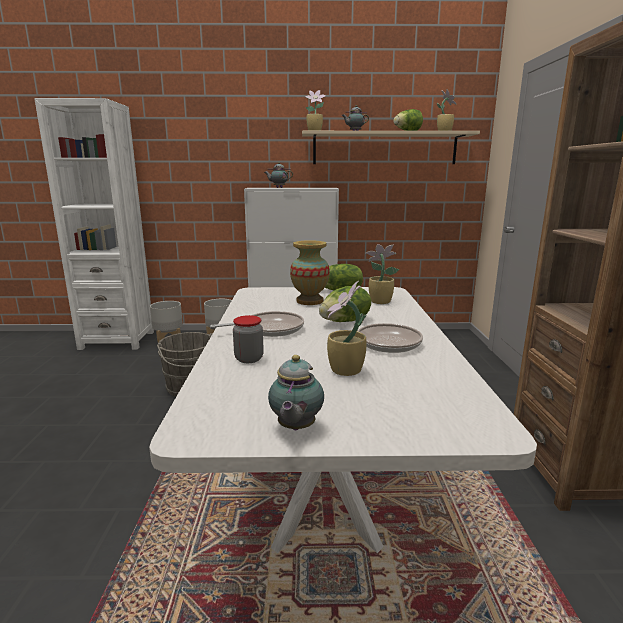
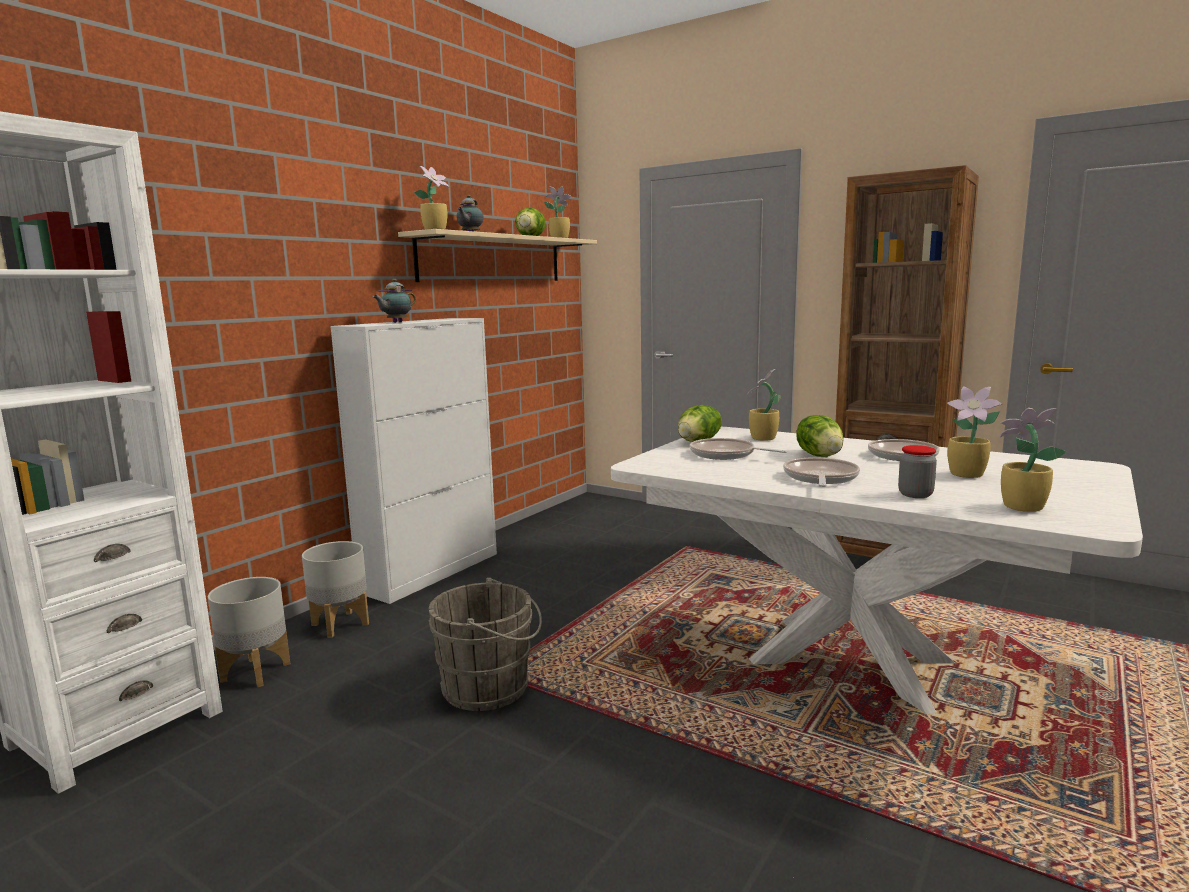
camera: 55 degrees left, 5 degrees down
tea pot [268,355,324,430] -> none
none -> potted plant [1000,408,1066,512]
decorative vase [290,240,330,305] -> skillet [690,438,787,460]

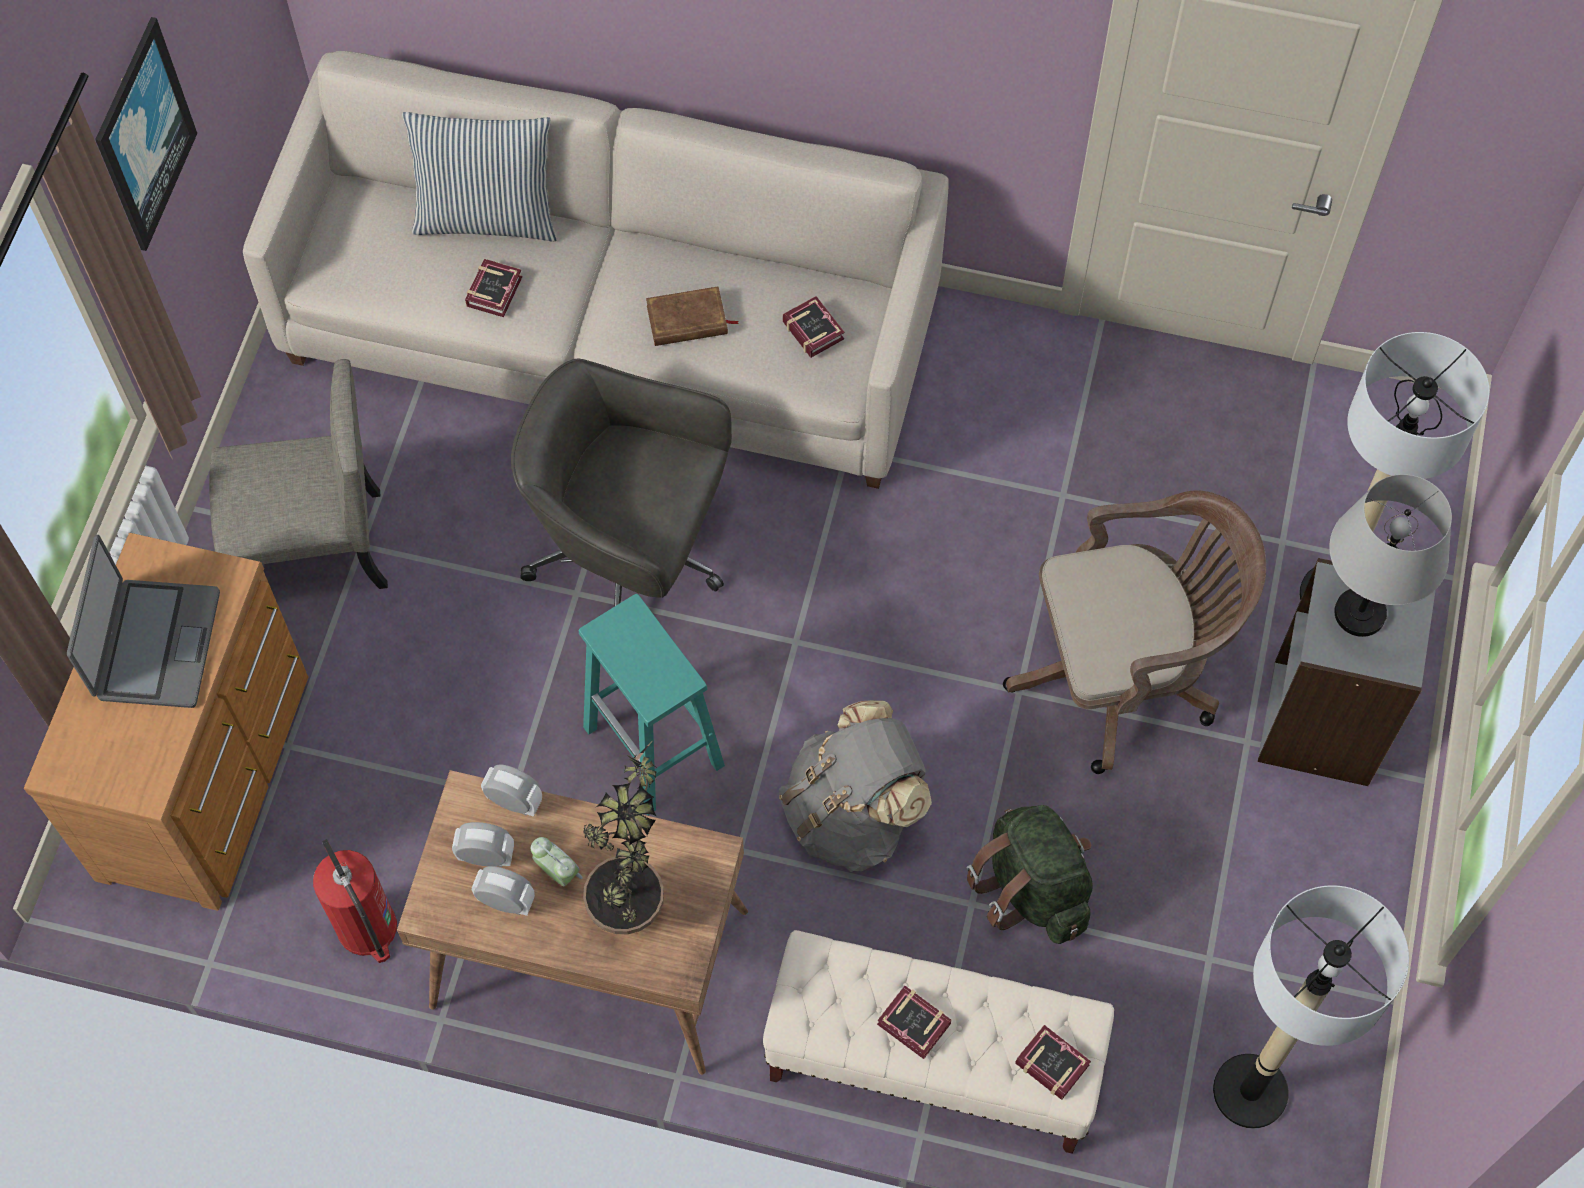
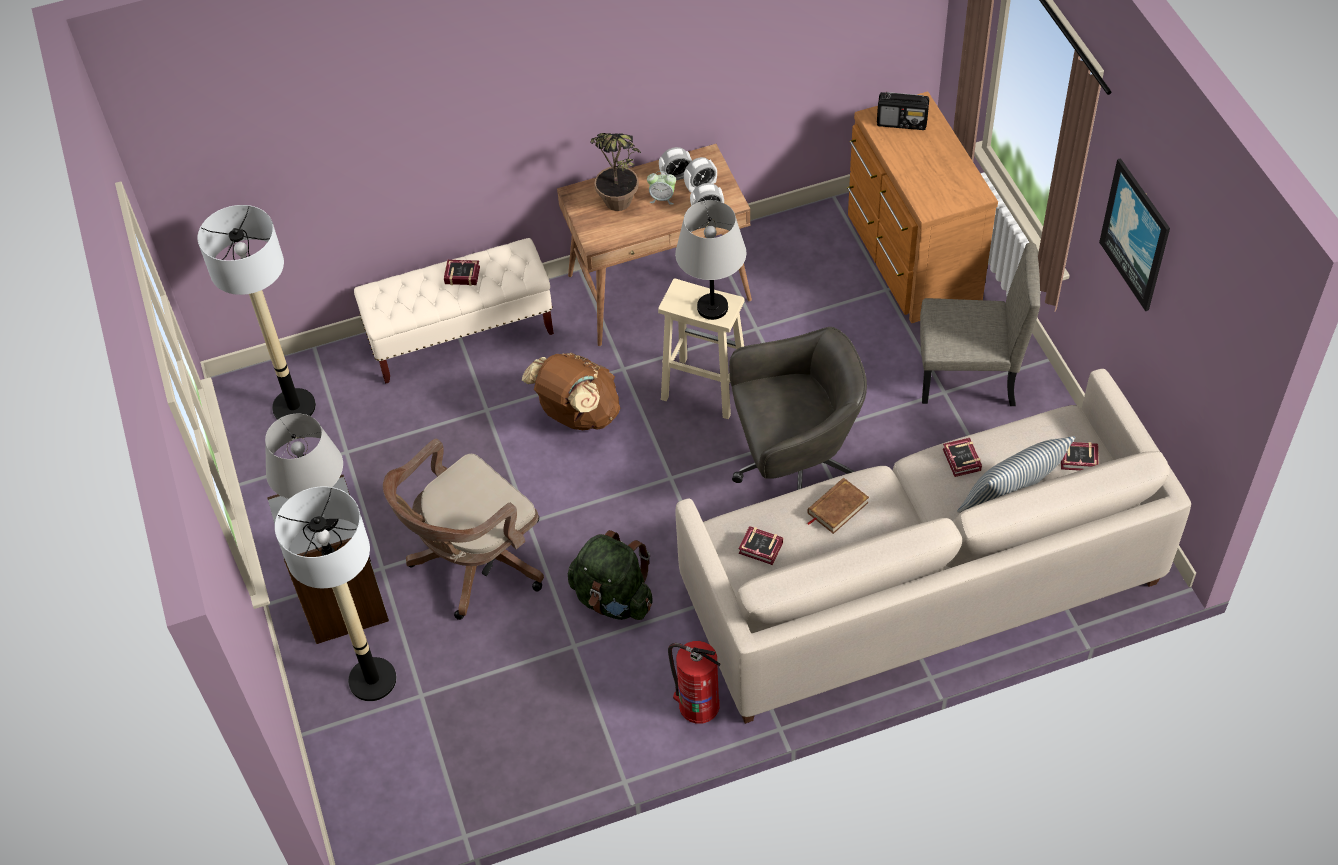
camera: 150 degrees right, 10 degrees down
laptop [67,535,220,708] -> none
none -> greyish lamp for a table [675,200,746,320]
none -> radio set [877,91,929,130]
fire extinguisher [313,839,397,963] -> fire extinguisher [668,641,720,724], shifted
green-coloured knapsack [966,805,1093,944] -> green-coloured knapsack [568,530,653,620], shifted
bound book [1015,1025,1091,1100] -> bound book [1061,442,1099,471], shifted
turquoise sitting stool [579,594,725,816] -> beige sitting stool [658,279,745,419]
greyish knapsack [779,700,932,872] -> brownish knapsack [522,353,621,430]
beige upright chair [209,359,388,589] -> beige upright chair [920,243,1040,406], 135 degrees counterclockwise

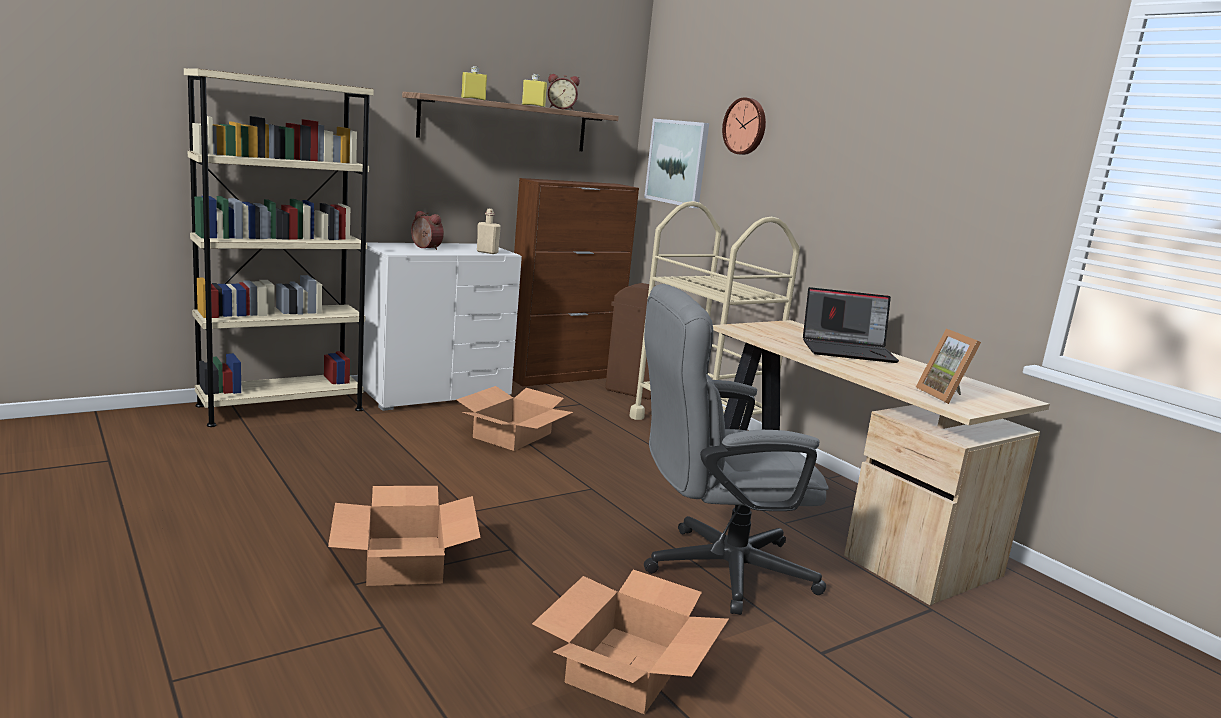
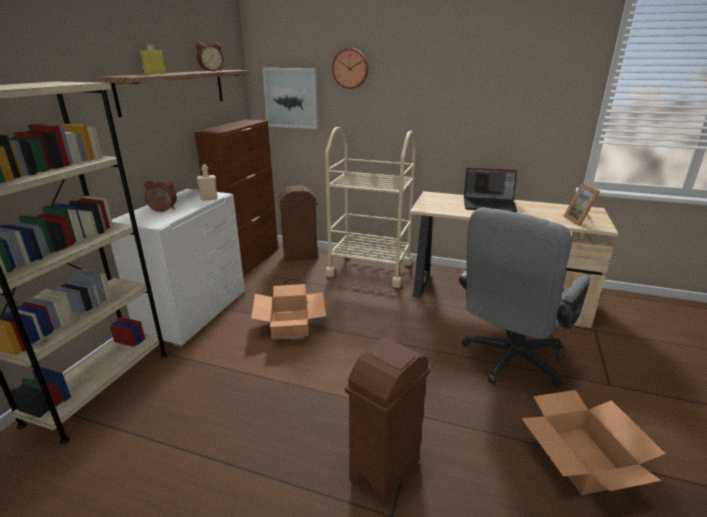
camera: 35 degrees left, 10 degrees up
yellowish bottle [522,74,547,107] -> none
cardboard box [328,486,481,586] -> brownish rubbish bin [345,338,431,504]
laptop [803,287,899,363] -> laptop [464,168,518,212], 45 degrees clockwise
picture frame [916,328,981,404] -> picture frame [563,183,600,226], 45 degrees clockwise

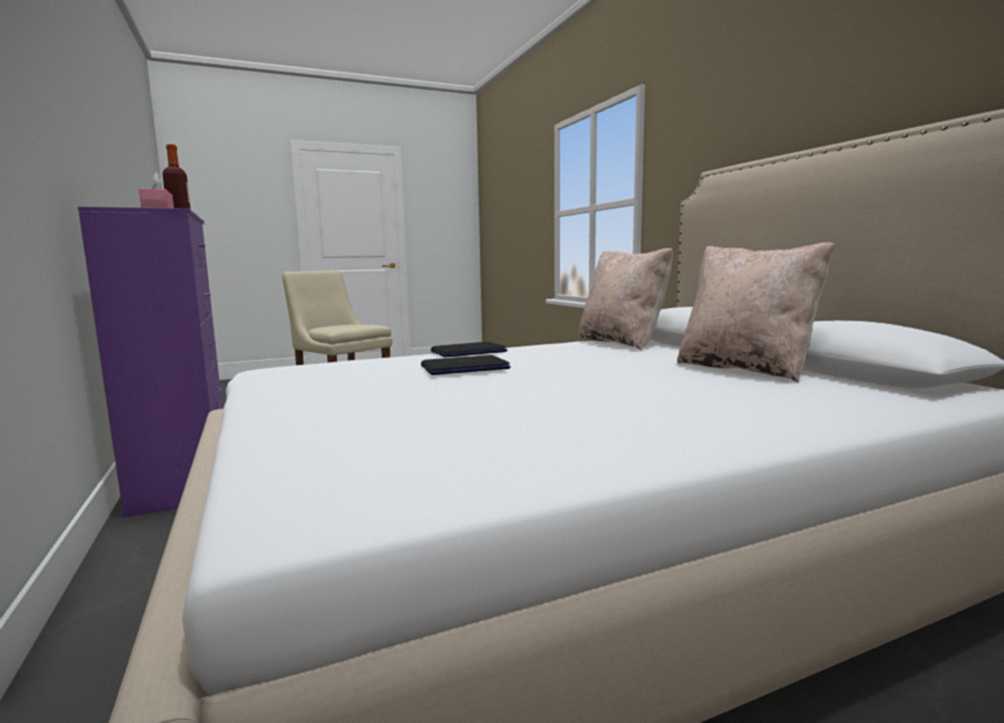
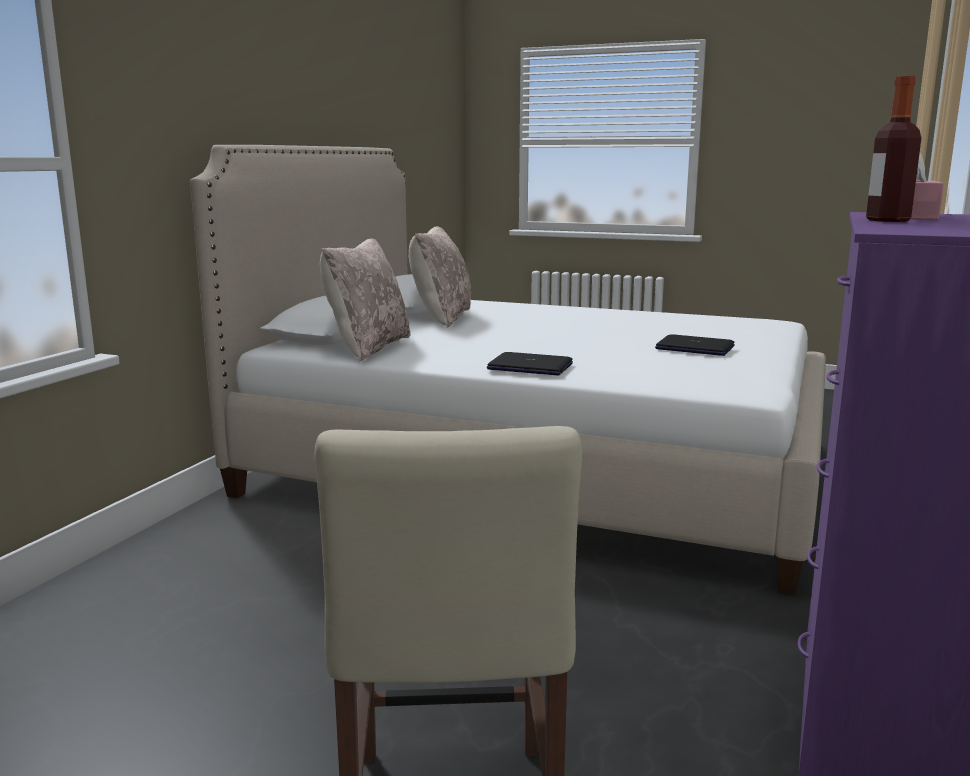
camera: 135 degrees left, 5 degrees up
laptop [421,355,511,375] -> laptop [655,334,735,356], shifted

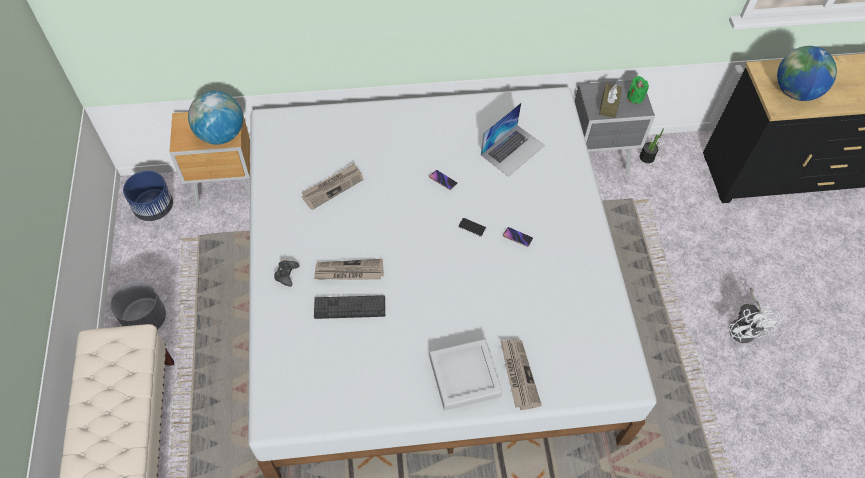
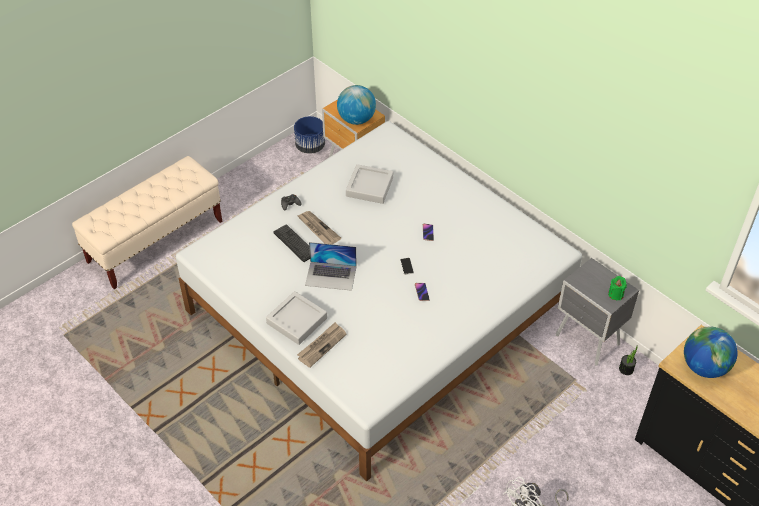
camera: 55 degrees right, 10 degrees down
greyish plant pot [110,281,166,330] -> none
brownish tissue holder [599,84,622,118] -> none
laptop [481,103,545,177] -> laptop [305,242,357,291], shifted
printed paper [302,163,364,210] -> greyish tray [346,164,393,204]

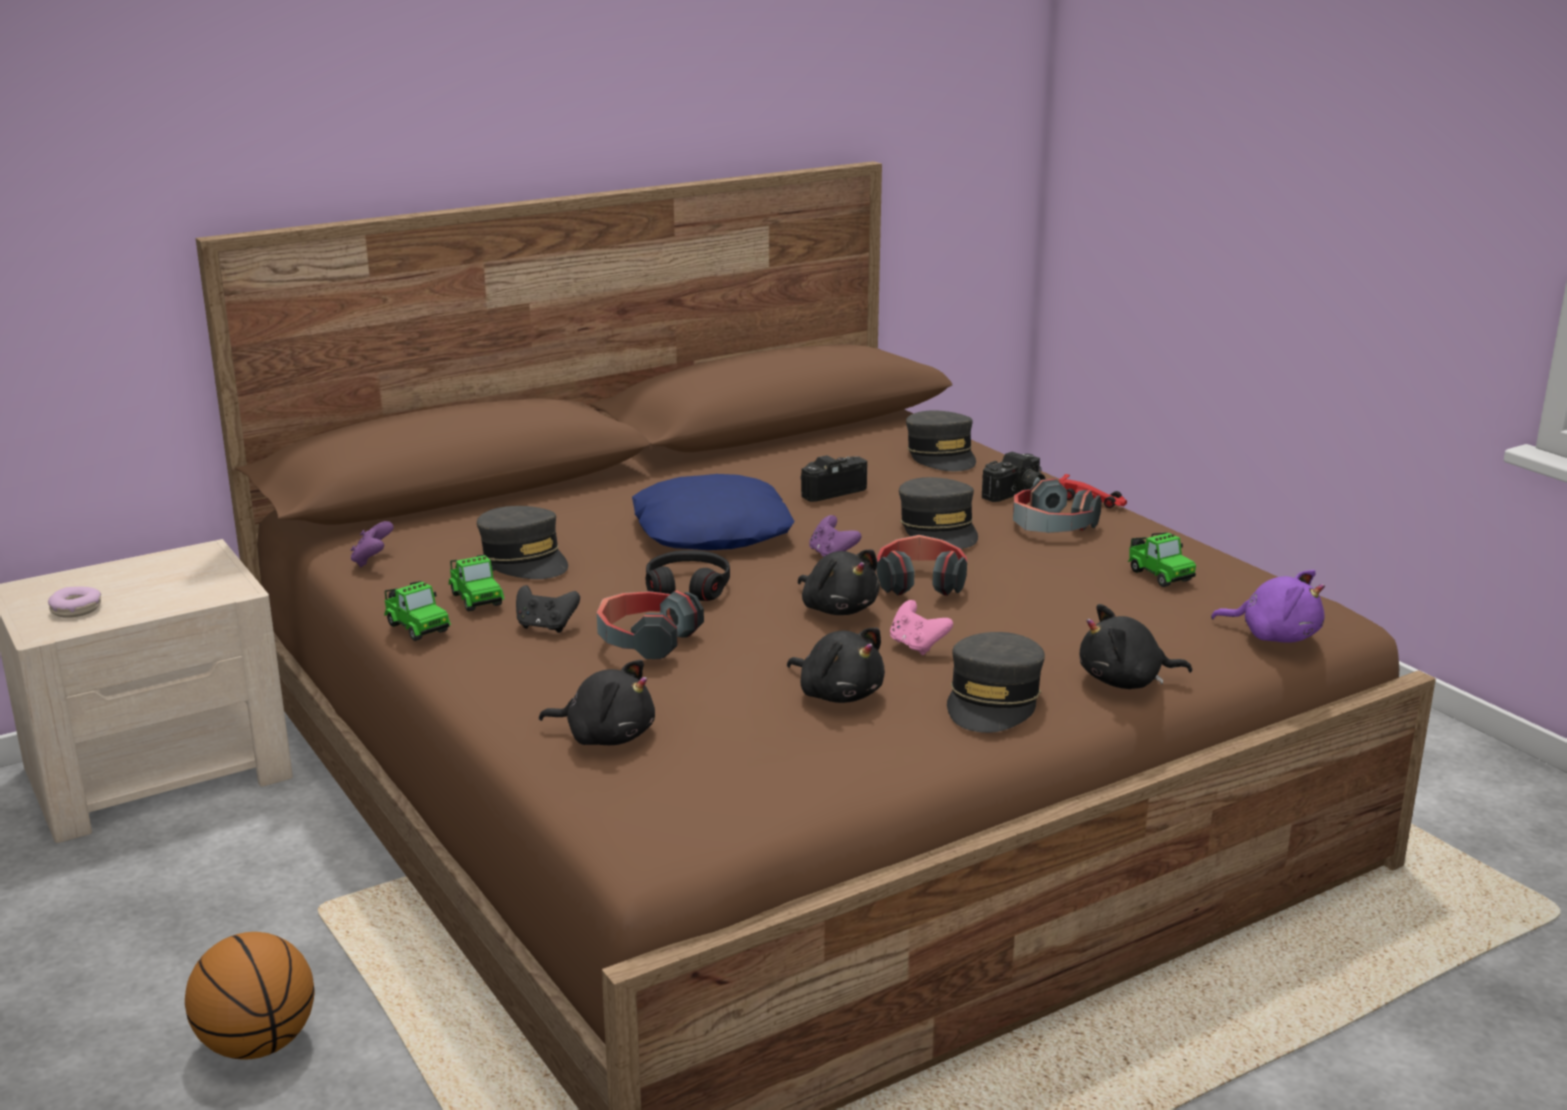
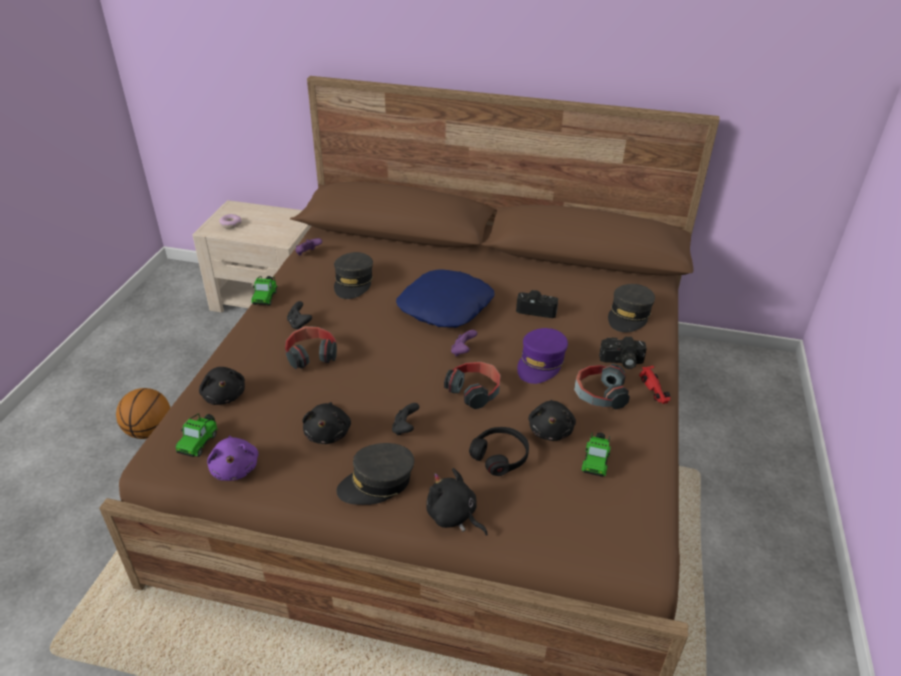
camera: 45 degrees right, 15 degrees up
model car [448,555,505,612] -> model car [176,413,218,457], shifted
blackish pair of headphones [646,550,730,601] -> blackish pair of headphones [469,427,529,476], shifted
blackish cuddly toy [798,550,880,615] -> blackish cuddly toy [528,400,576,441], shifted
purplish cuddly toy [1211,570,1325,643] -> purplish cuddly toy [207,436,258,481], shifted
pink joypad [890,600,953,655] -> blackish joypad [392,403,419,435]
greyish cap [899,477,978,549] -> purplish cap [517,328,568,384]

